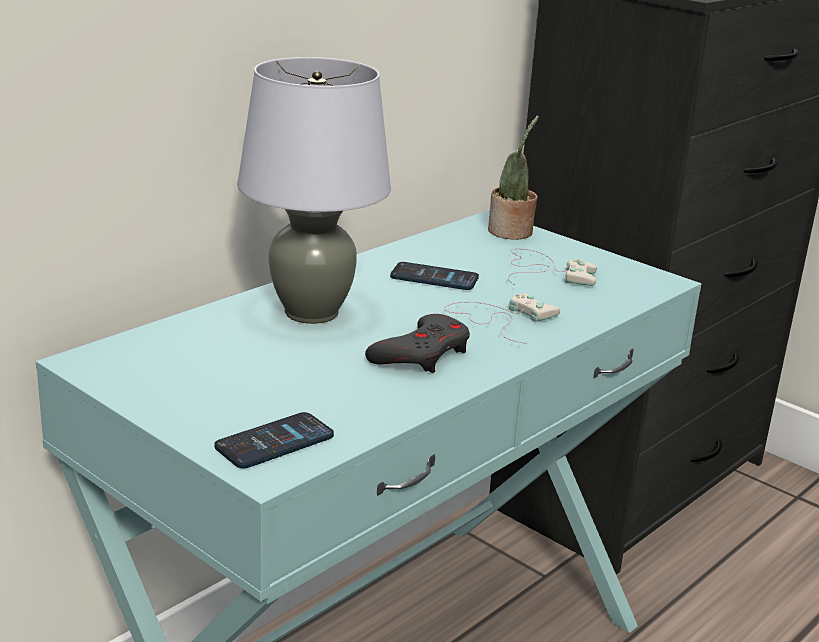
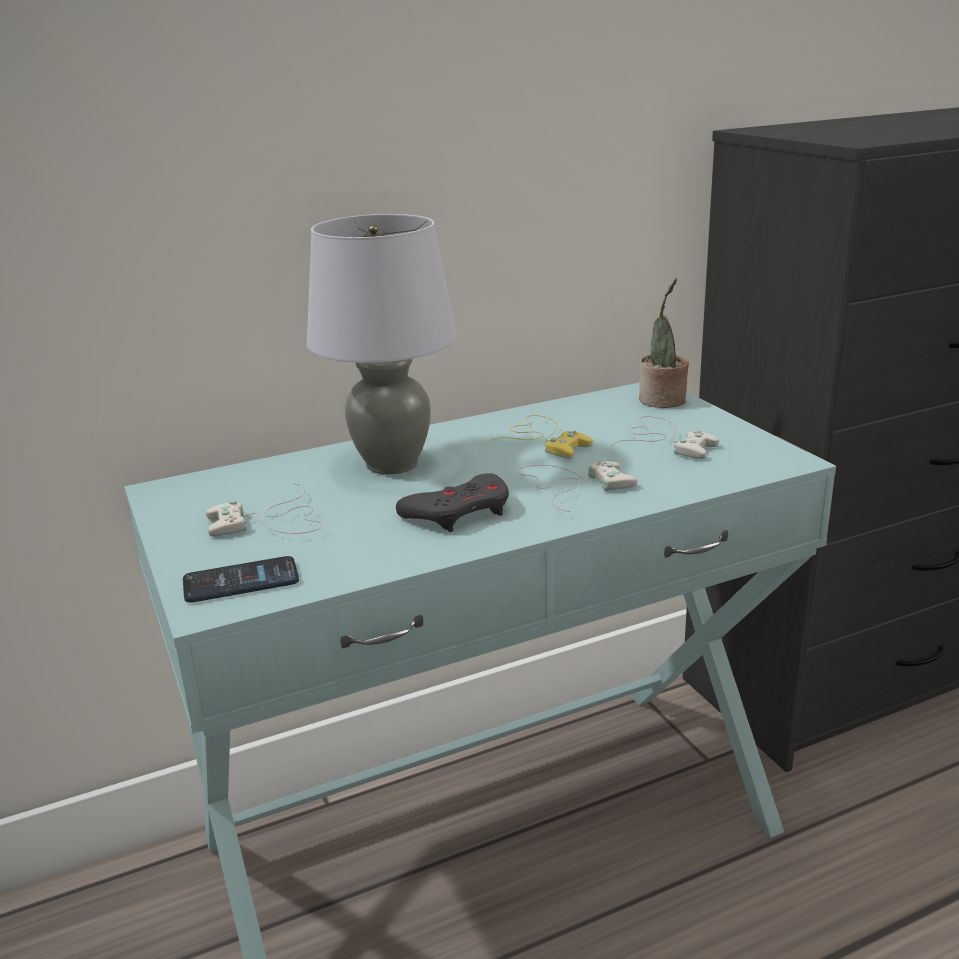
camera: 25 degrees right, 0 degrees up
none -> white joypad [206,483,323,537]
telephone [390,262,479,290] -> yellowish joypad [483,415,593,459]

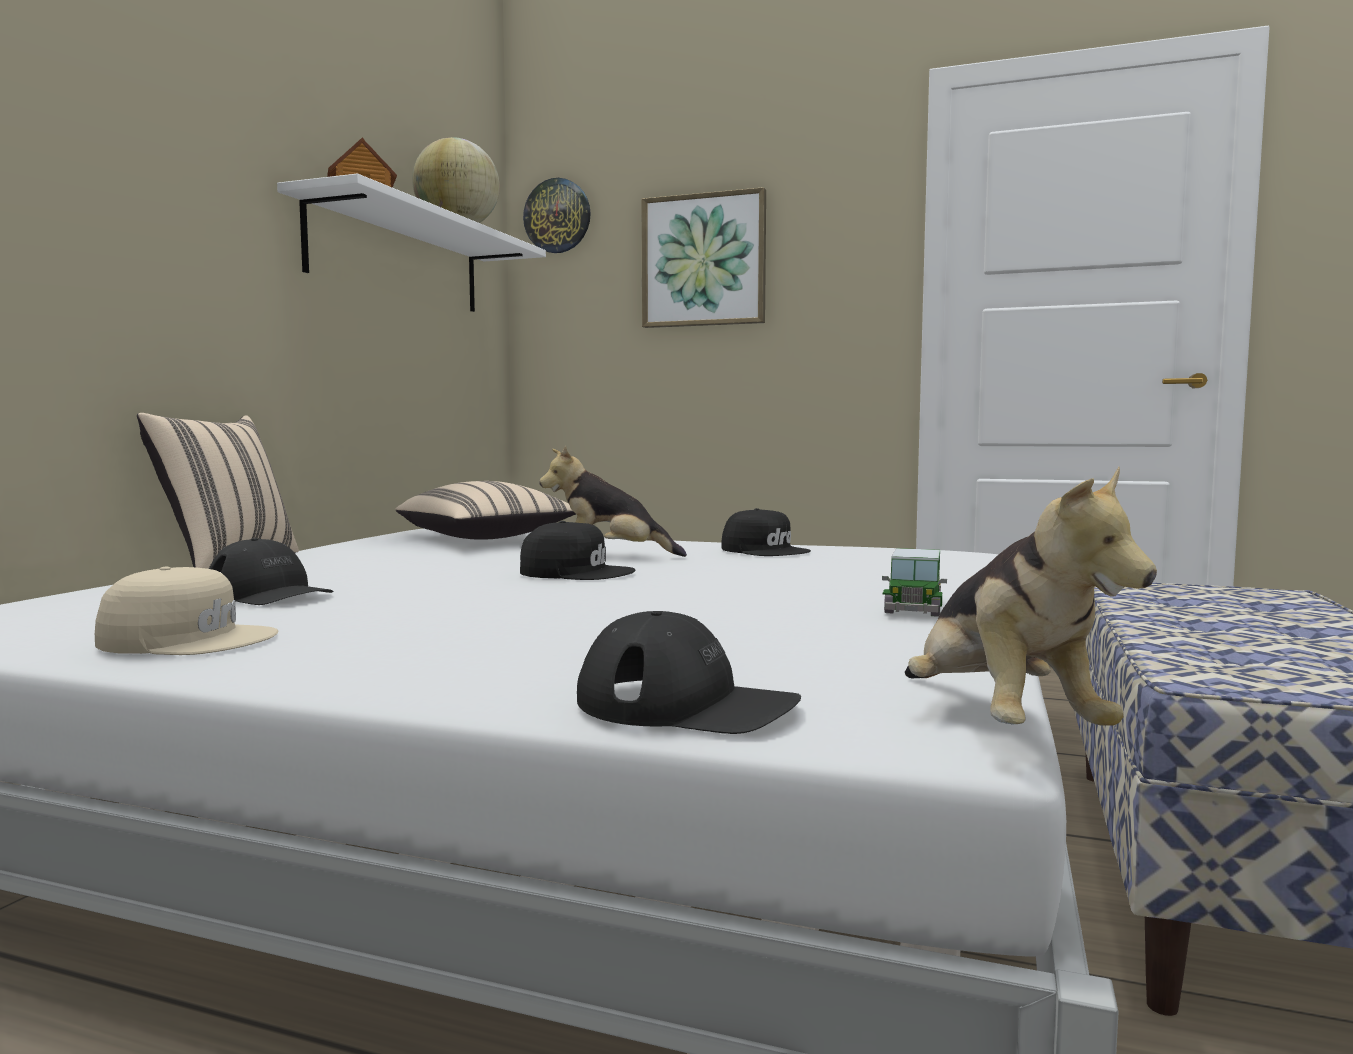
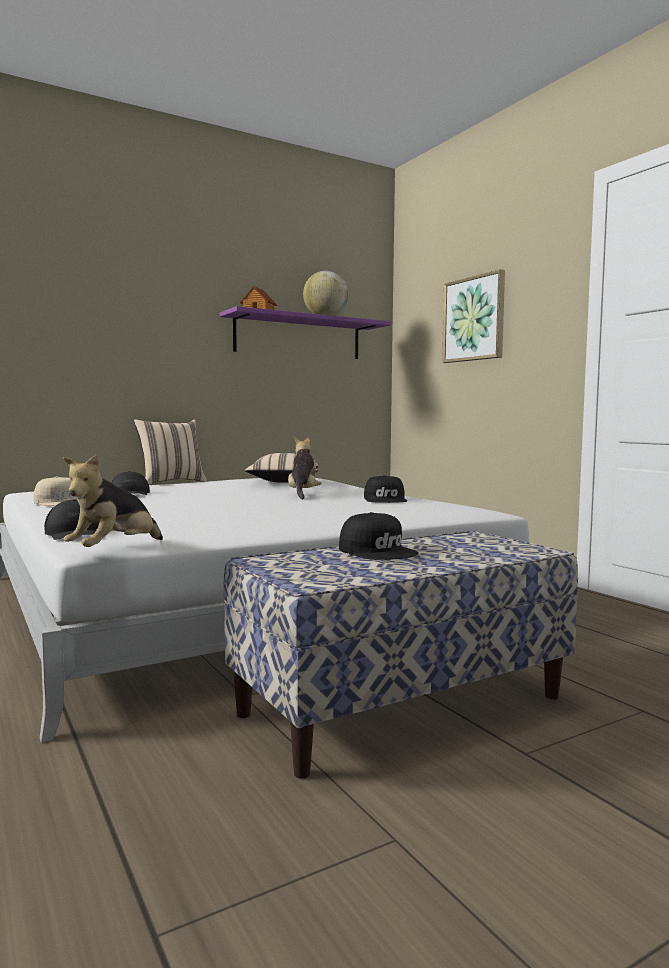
camera: 40 degrees right, 0 degrees up
clock on the wall [523,178,591,253] -> none
model car [882,548,947,617] -> none
blackish cap [520,521,636,580] -> blackish cap [339,512,419,560], shifted
white shelf [277,173,546,312] -> purplish shelf [220,306,391,359]
cuddly toy [539,446,687,557] -> cuddly toy [288,436,322,499], 45 degrees clockwise

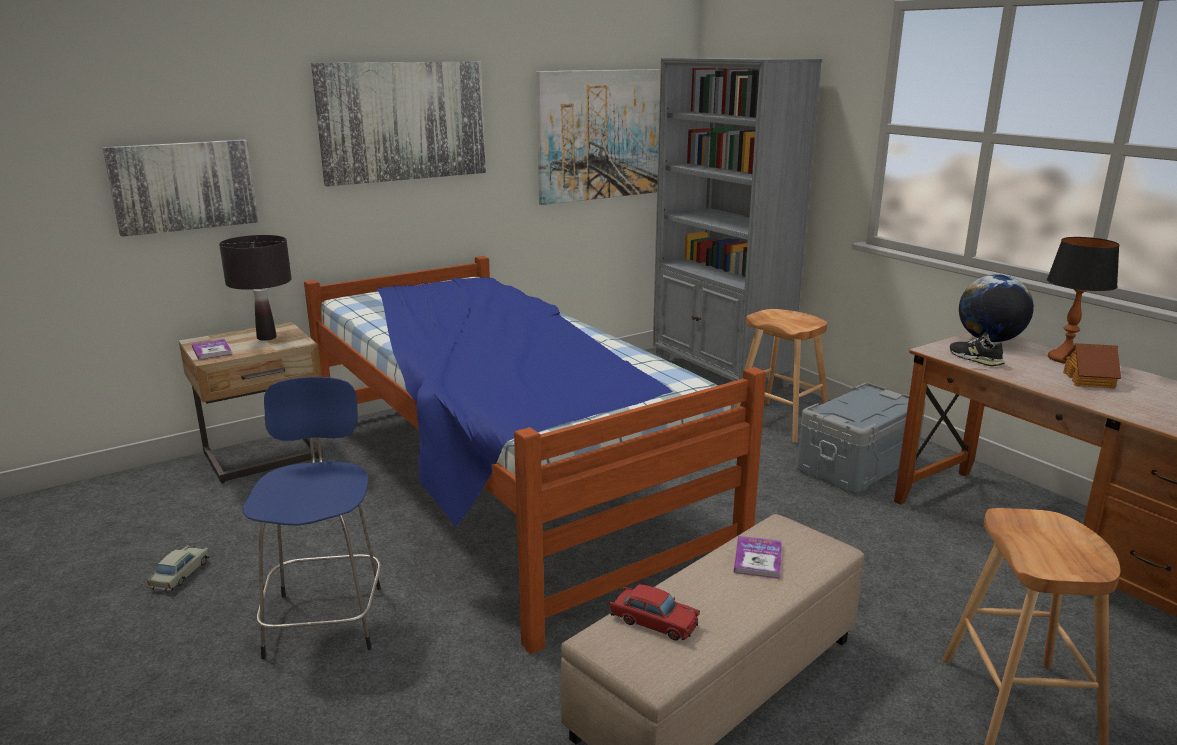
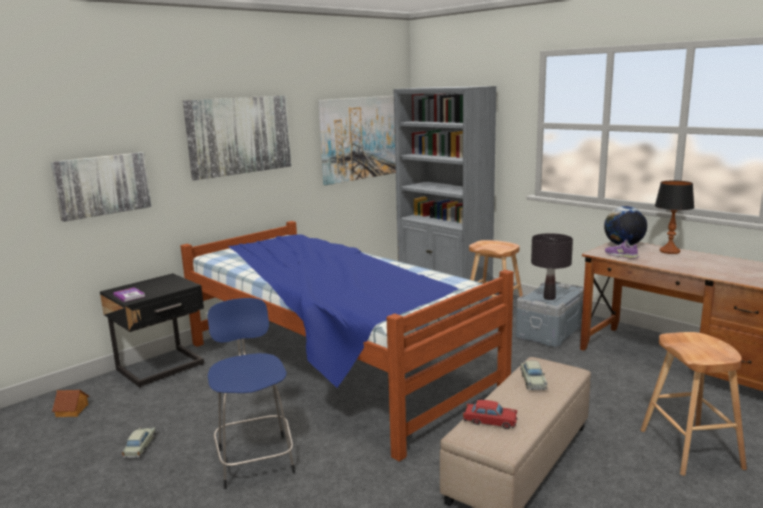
camera: 10 degrees left, 5 degrees down
blackish lamp for a table [219,235,291,340] -> blackish lamp for a table [531,233,573,300], shifted
model house [1063,343,1121,389] -> model house [52,390,89,417], shifted
bound book [734,536,782,579] -> beige model car [520,361,548,390]
beige night table [179,322,323,483] -> blackish night table [100,273,204,388]
blackish low shoe [950,332,1004,366] -> purplish low shoe [605,239,639,259]

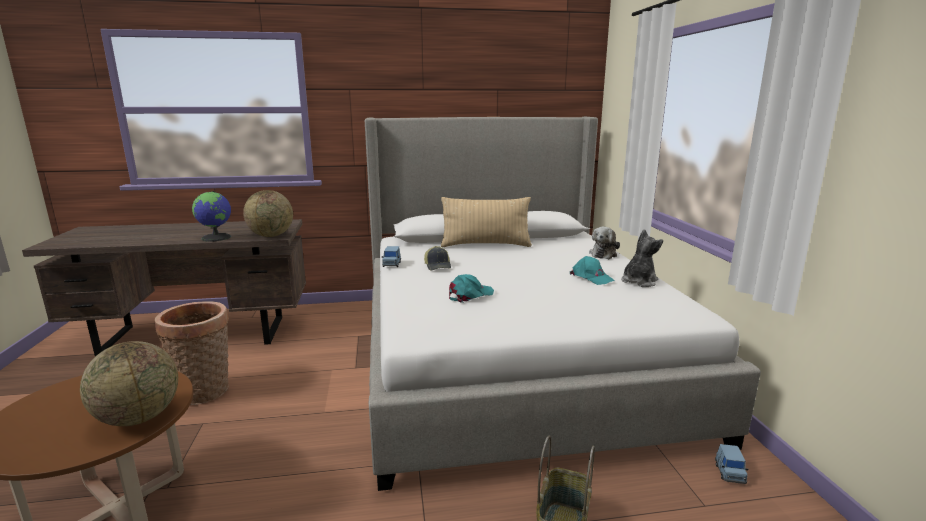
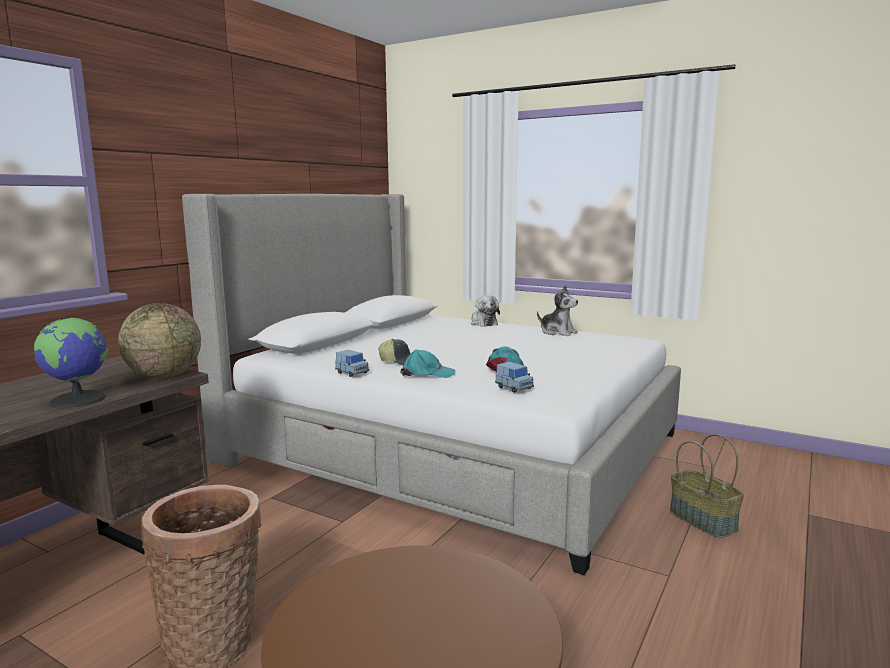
camera: 50 degrees left, 5 degrees down
desk globe [80,341,178,426] -> none
beige throw pillow [440,197,532,247] -> none
turquoise cap [570,256,615,285] -> turquoise cap [400,350,455,378], shifted
bluish model car [715,444,748,484] -> bluish model car [495,362,534,393], shifted
cuddly toy [621,229,663,287] -> cuddly toy [537,286,578,336], 135 degrees clockwise

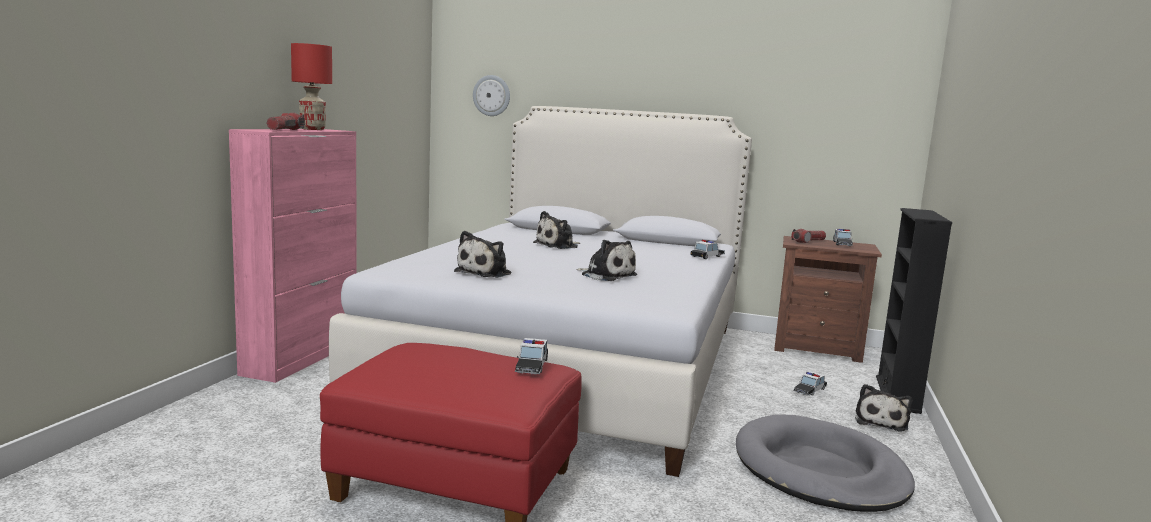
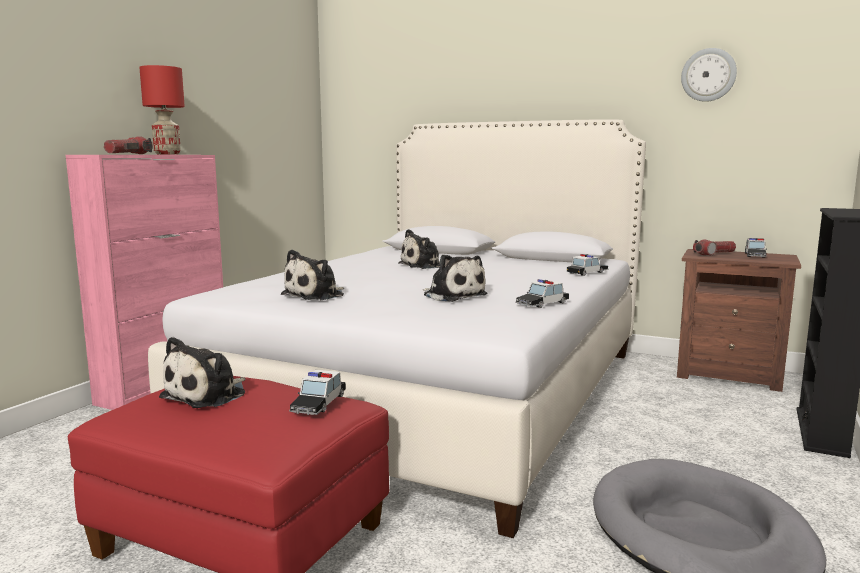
camera: 10 degrees right, 0 degrees up
clock on the wall [473,75,510,116] -> clock on the wall [681,48,737,102], shifted
model car [793,371,827,396] -> model car [515,279,569,308], shifted
cuddly toy [855,384,912,431] -> cuddly toy [159,337,246,408], shifted

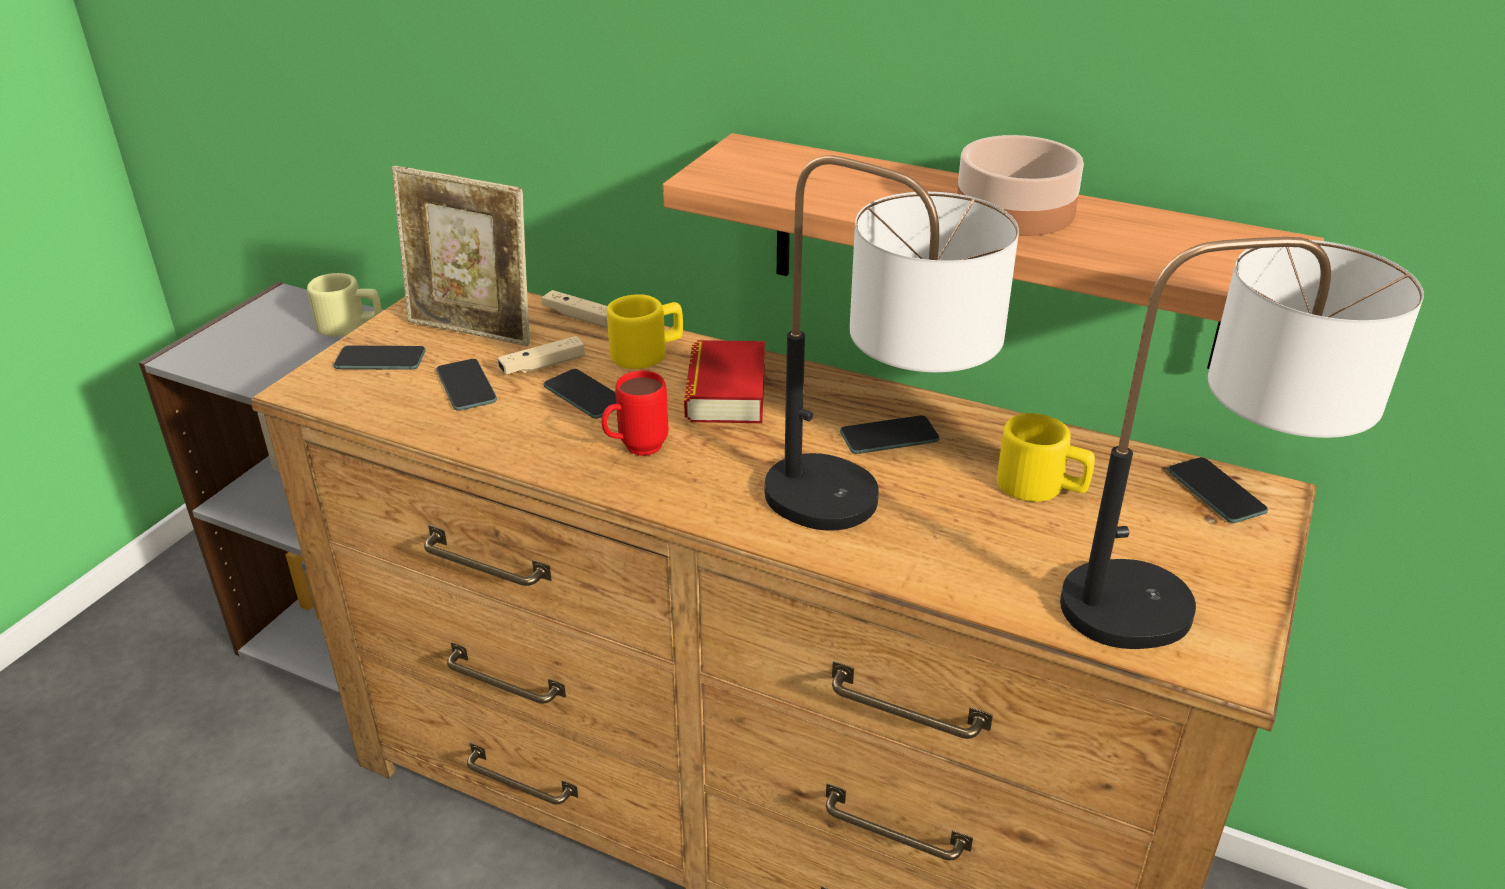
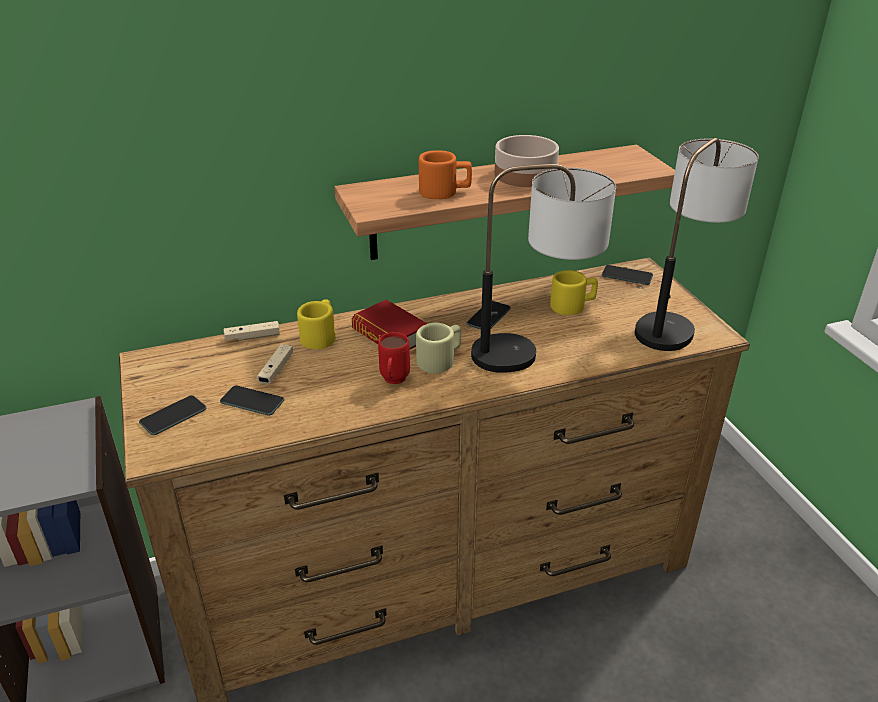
camera: 45 degrees left, 0 degrees up
picture frame [392,165,530,346] -> none
telephone [543,369,616,419] -> none
none -> orange coffee mug [419,150,472,199]
beige coffee mug [307,273,382,336] -> beige coffee mug [416,323,461,373], shifted

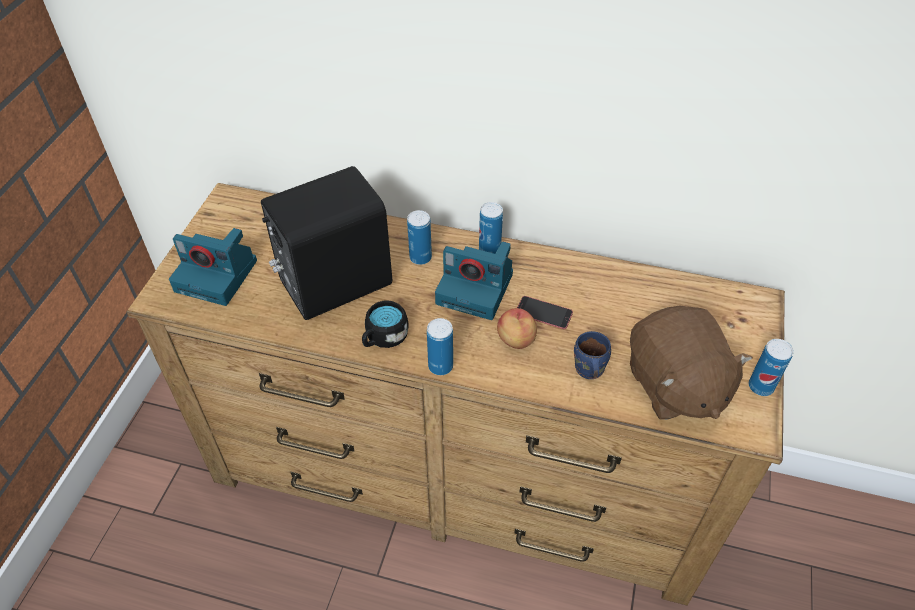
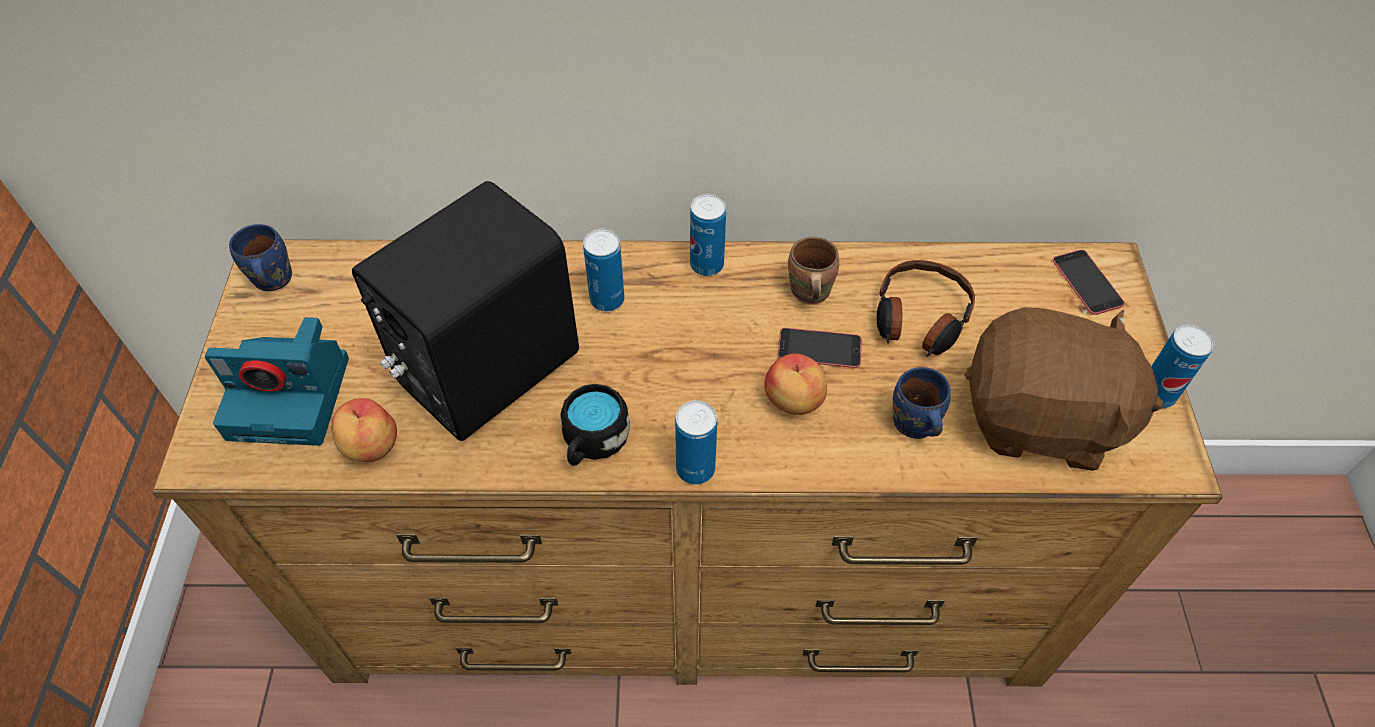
camera: 15 degrees left, 5 degrees up
still camera [435,242,513,320] -> none
none -> bluish coffee mug [229,224,292,291]
none -> apple [331,398,397,462]
none -> brownish coffee mug [788,237,839,304]
none -> pair of headphones [877,260,975,357]
none -> telephone [1052,250,1125,315]
brownish cuddly toy [630,306,753,420] -> brownish cuddly toy [965,307,1164,471], 45 degrees counterclockwise

